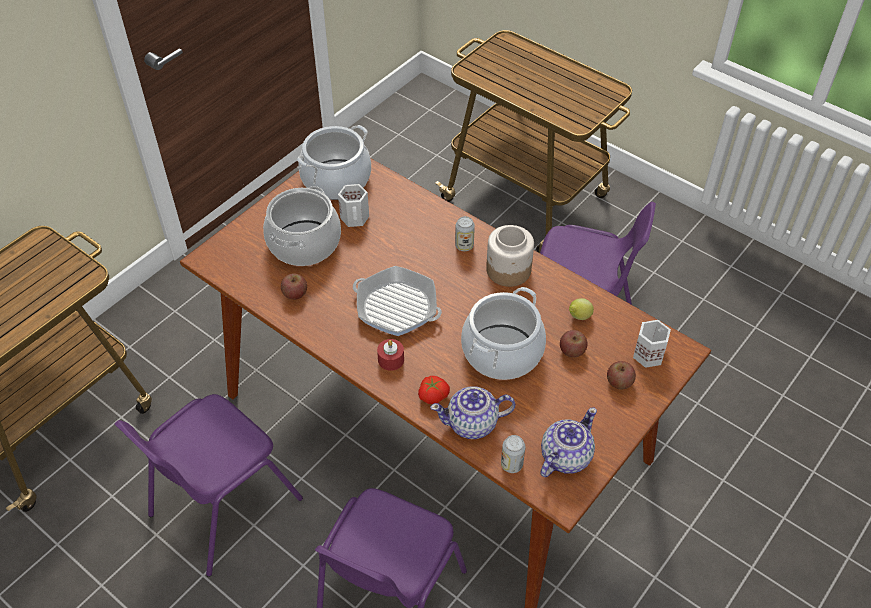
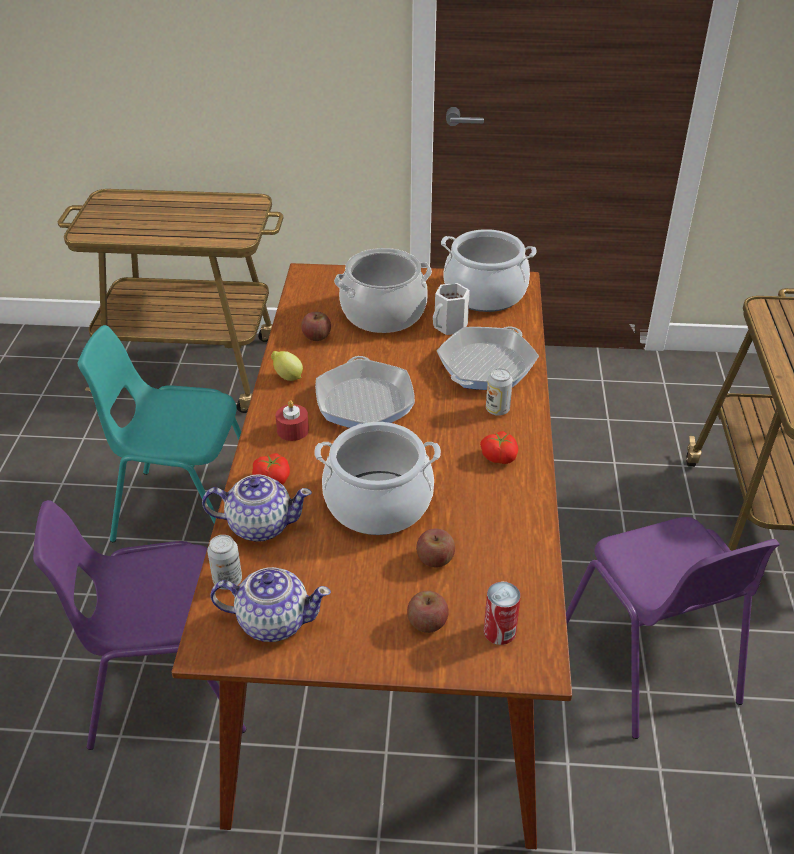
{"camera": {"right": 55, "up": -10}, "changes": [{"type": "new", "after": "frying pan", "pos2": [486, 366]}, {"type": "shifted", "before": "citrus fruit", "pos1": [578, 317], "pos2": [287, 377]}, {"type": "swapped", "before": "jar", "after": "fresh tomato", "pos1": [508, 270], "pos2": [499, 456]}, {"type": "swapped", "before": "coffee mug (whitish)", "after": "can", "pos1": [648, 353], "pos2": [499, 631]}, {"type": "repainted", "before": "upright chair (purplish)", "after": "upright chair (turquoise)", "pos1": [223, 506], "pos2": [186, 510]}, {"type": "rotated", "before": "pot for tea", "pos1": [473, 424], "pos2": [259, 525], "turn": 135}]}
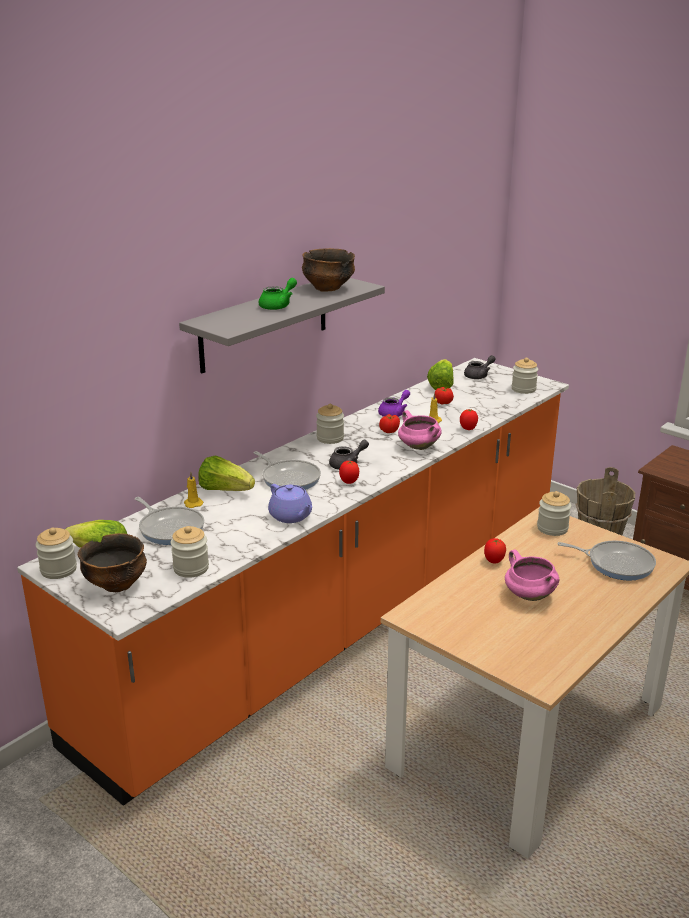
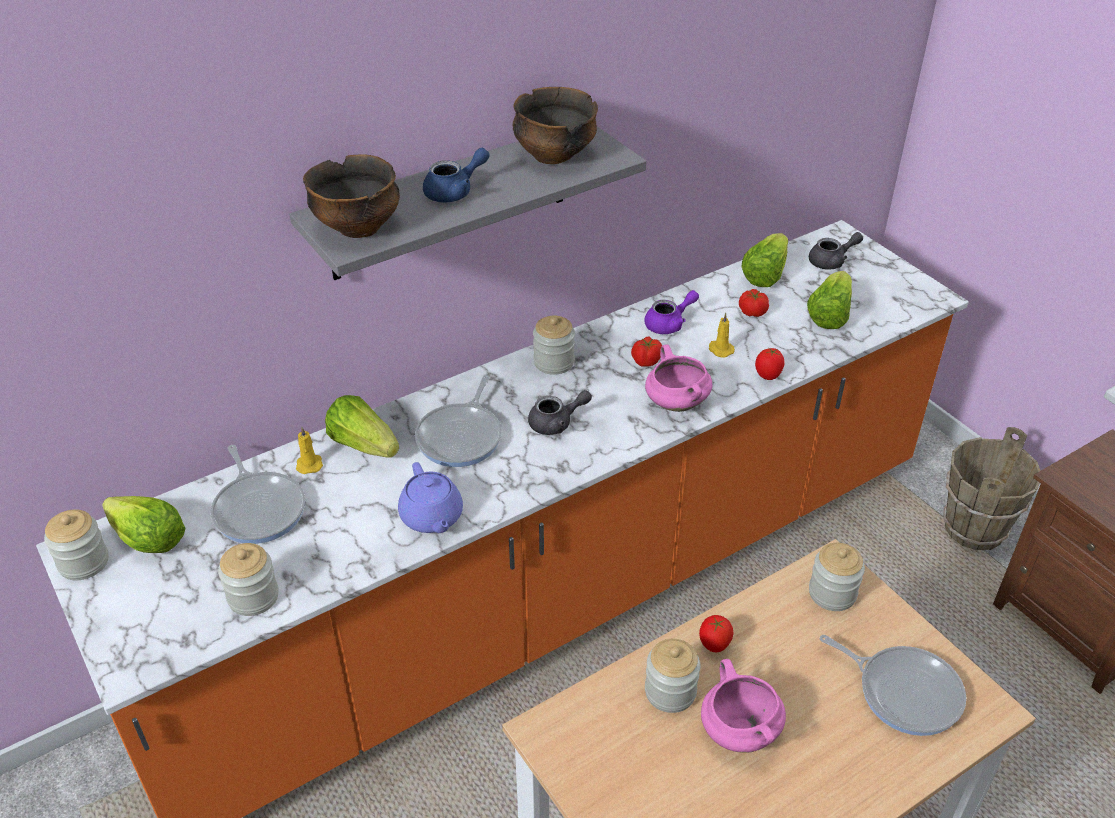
{"camera": {"right": 15, "up": 15}, "changes": [{"type": "gone", "before": "fresh tomato", "pos1": [349, 482]}, {"type": "new", "after": "lettuce", "pos2": [829, 315]}, {"type": "shifted", "before": "bowl", "pos1": [116, 584], "pos2": [358, 227]}, {"type": "shifted", "before": "jar", "pos1": [523, 389], "pos2": [670, 691]}, {"type": "repainted", "before": "pot for tea (green)", "after": "pot for tea (bluish)", "pos1": [278, 306], "pos2": [455, 192]}, {"type": "rotated", "before": "frying pan", "pos1": [289, 478], "pos2": [461, 436], "turn": 45}]}
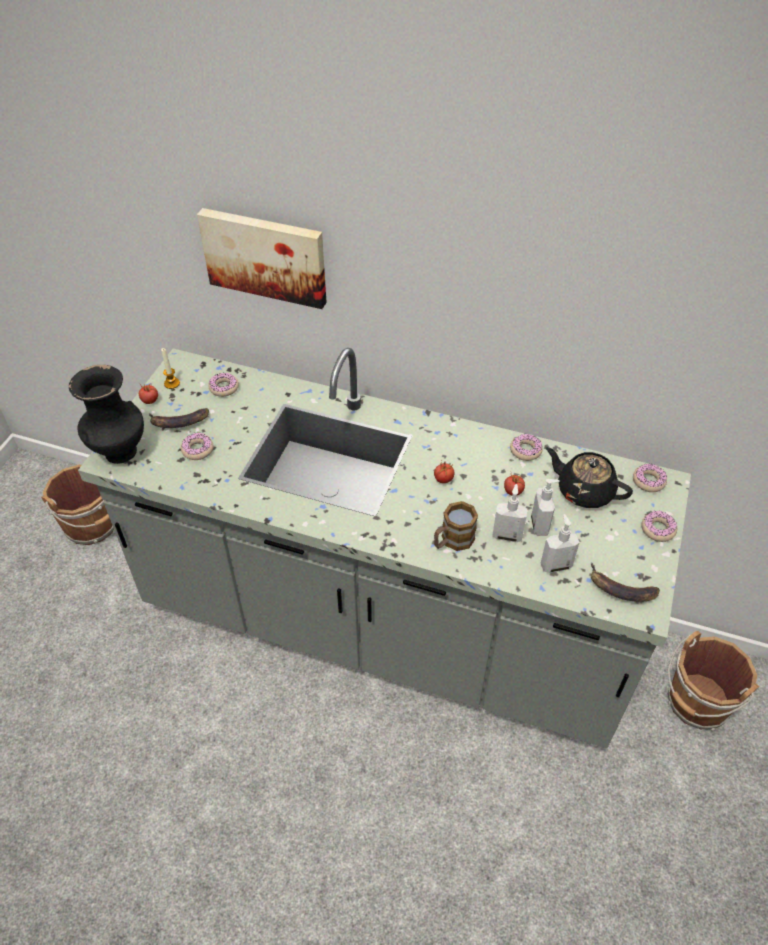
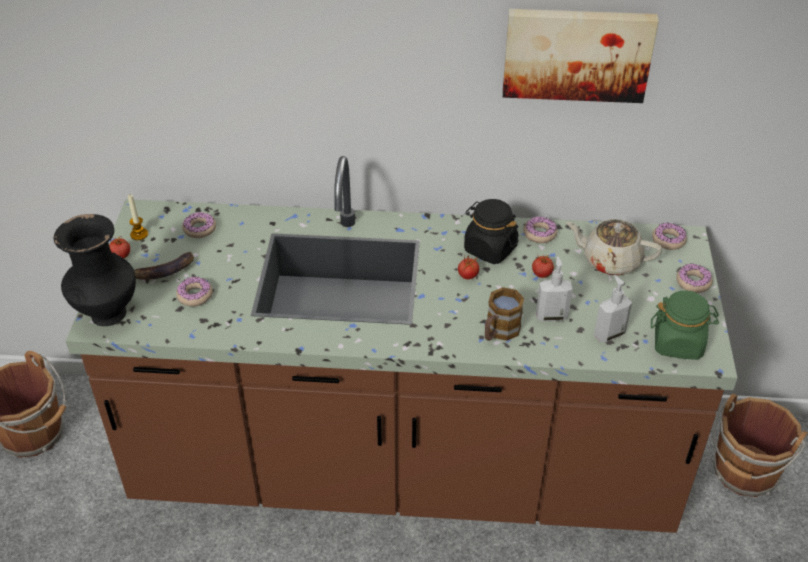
{"camera": {"right": -15, "up": -5}, "changes": [{"type": "gone", "before": "soap bottle", "pos1": [540, 525]}, {"type": "new", "after": "jar (blackish)", "pos2": [490, 249]}, {"type": "shifted", "before": "wall art", "pos1": [265, 256], "pos2": [577, 53]}, {"type": "swapped", "before": "whole banana", "after": "jar (green)", "pos1": [620, 589], "pos2": [678, 343]}, {"type": "repainted", "before": "kitchen base unit (grey)", "after": "kitchen base unit (brown)", "pos1": [384, 626], "pos2": [404, 469]}, {"type": "repainted", "before": "pot for tea (blackish)", "after": "pot for tea (sand-coloured)", "pos1": [583, 491], "pos2": [610, 260]}]}
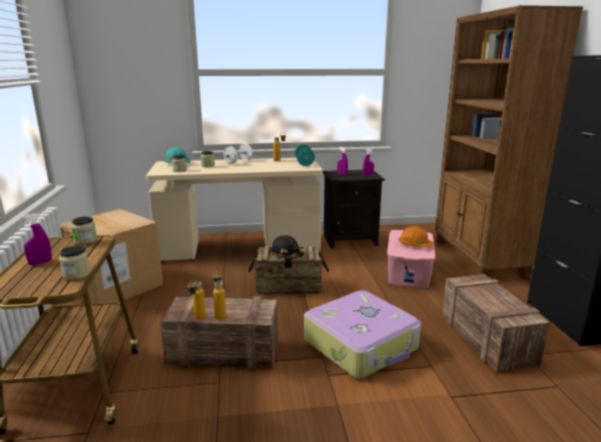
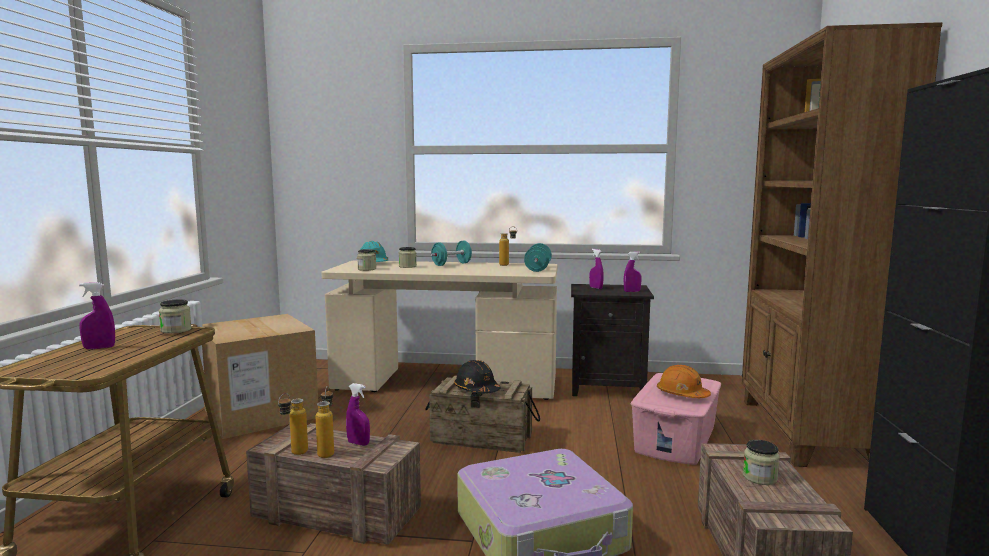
{"camera": {"right": 15, "up": -10}, "changes": [{"type": "new", "after": "sprayer (purplish)", "pos2": [358, 443]}, {"type": "shifted", "before": "jar", "pos1": [76, 274], "pos2": [760, 477]}, {"type": "repainted", "before": "free weight (whitish)", "after": "free weight (turquoise)", "pos1": [238, 162], "pos2": [451, 264]}]}
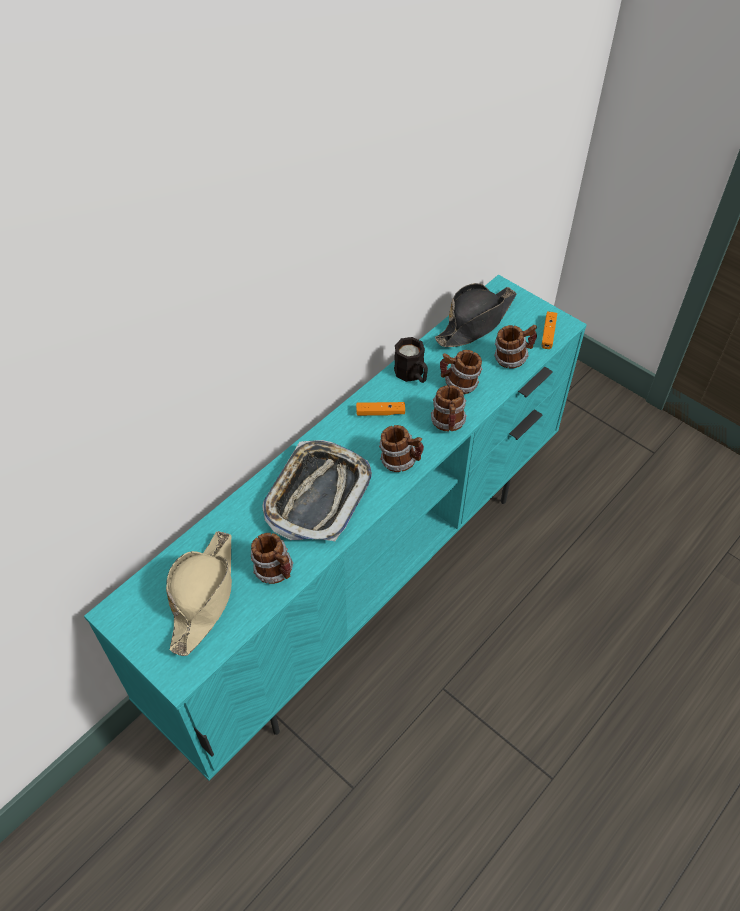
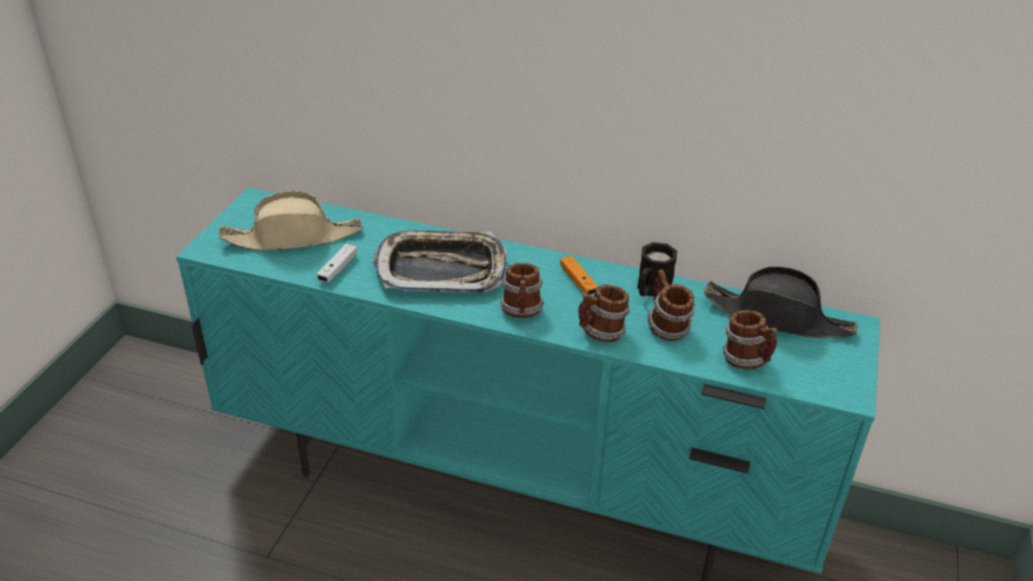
{"camera": {"right": 65, "up": -15}, "changes": [{"type": "gone", "before": "joypad (orange-coloured)", "pos1": [548, 334]}, {"type": "swapped", "before": "coffee mug", "after": "joypad (whitish)", "pos1": [275, 571], "pos2": [338, 269]}]}
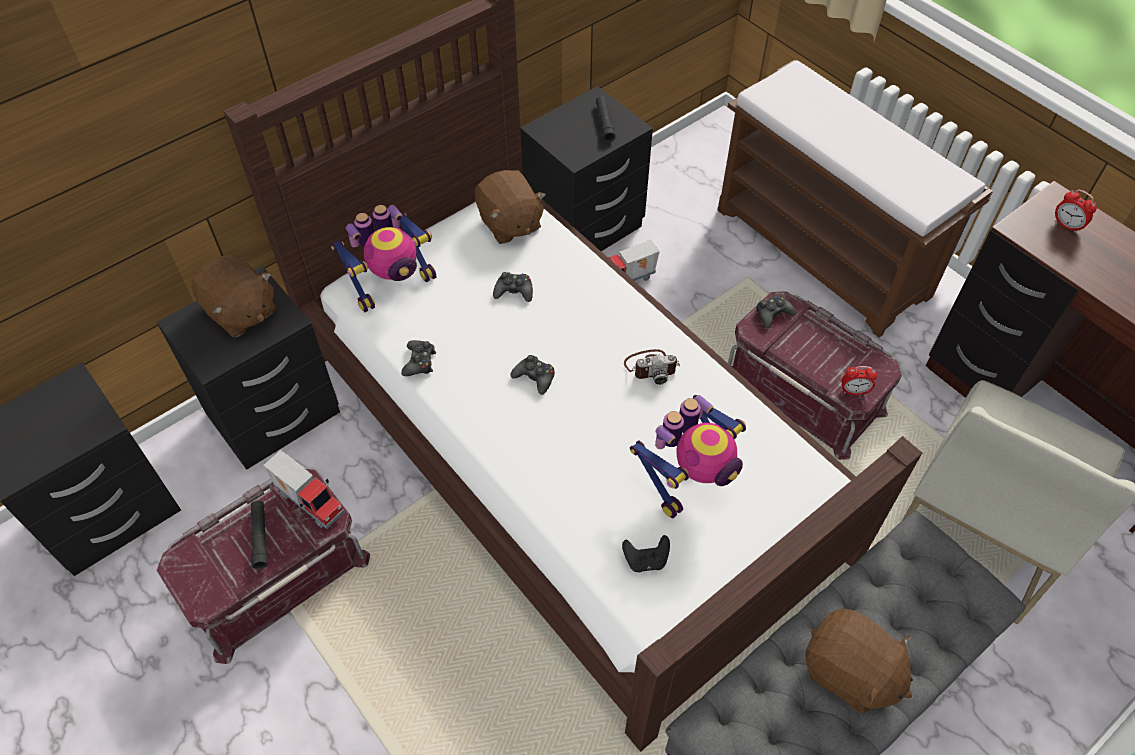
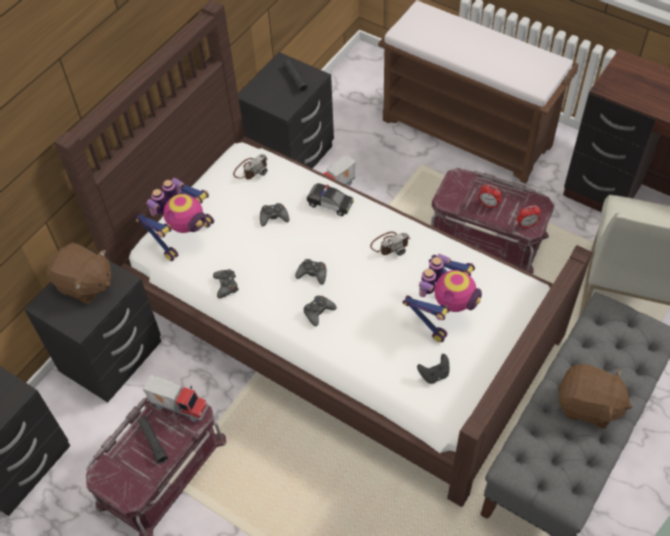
{"camera": {"right": -15, "up": 0}, "changes": [{"type": "new", "after": "toy car", "pos2": [330, 204]}, {"type": "shifted", "before": "joypad (blackish)", "pos1": [773, 314], "pos2": [318, 312]}, {"type": "shifted", "before": "alarm clock", "pos1": [1066, 225], "pos2": [488, 204]}, {"type": "swapped", "before": "soft toy (brown)", "after": "still camera", "pos1": [509, 224], "pos2": [251, 169]}]}
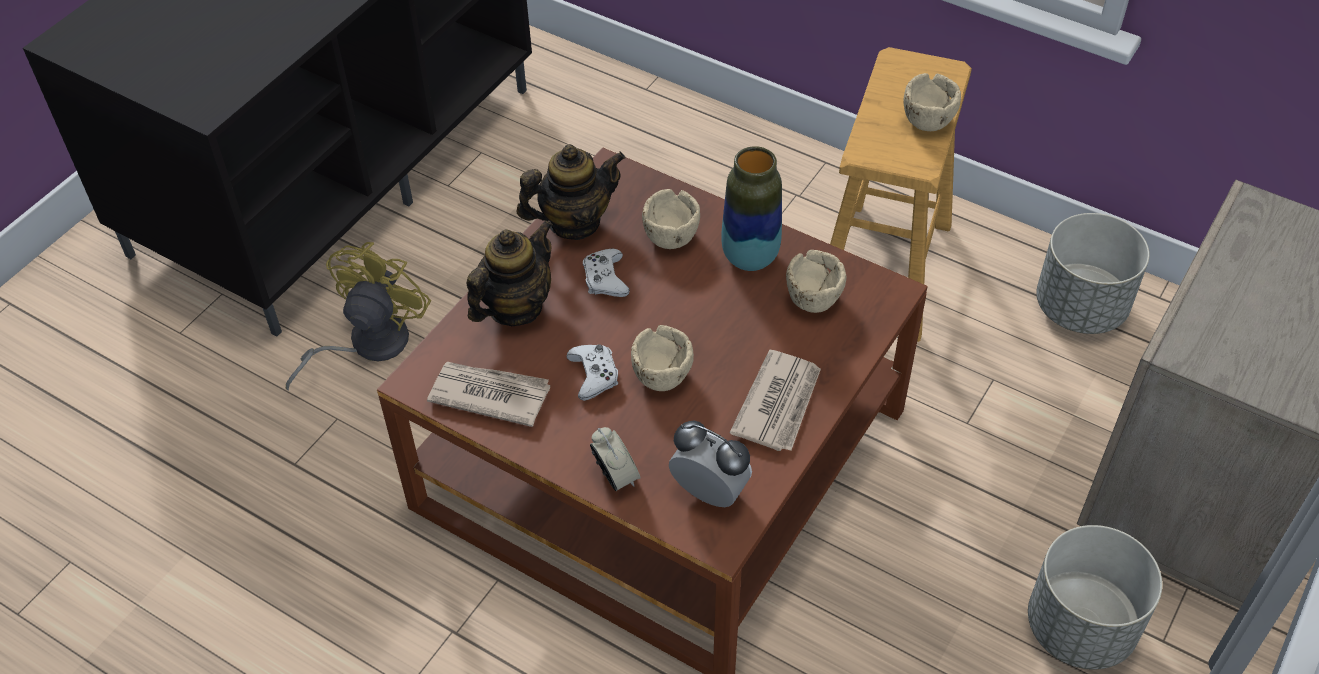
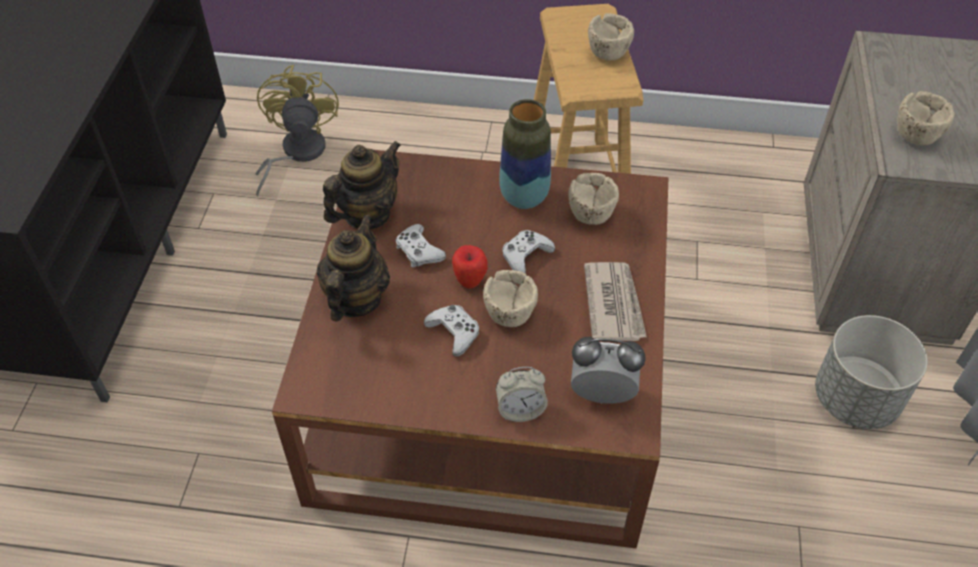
{"camera": {"right": -25, "up": 0}, "changes": [{"type": "gone", "before": "daily paper", "pos1": [489, 394]}, {"type": "gone", "before": "plant pot (grey)", "pos1": [1081, 307]}, {"type": "new", "after": "apple", "pos2": [470, 281]}, {"type": "new", "after": "joypad (whitish)", "pos2": [525, 255]}, {"type": "shifted", "before": "cooling fan (yellow-coloured)", "pos1": [367, 344], "pos2": [296, 153]}, {"type": "shifted", "before": "bowl (sand-coloured)", "pos1": [671, 237], "pos2": [916, 135]}, {"type": "rotated", "before": "alarm clock", "pos1": [615, 477], "pos2": [520, 410], "turn": 135}]}
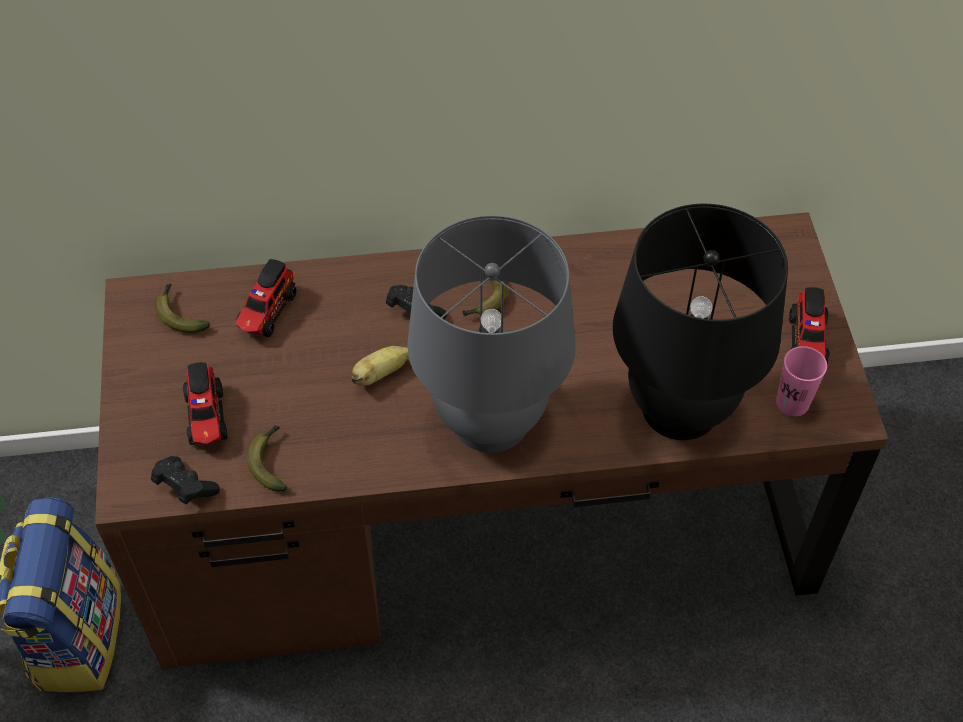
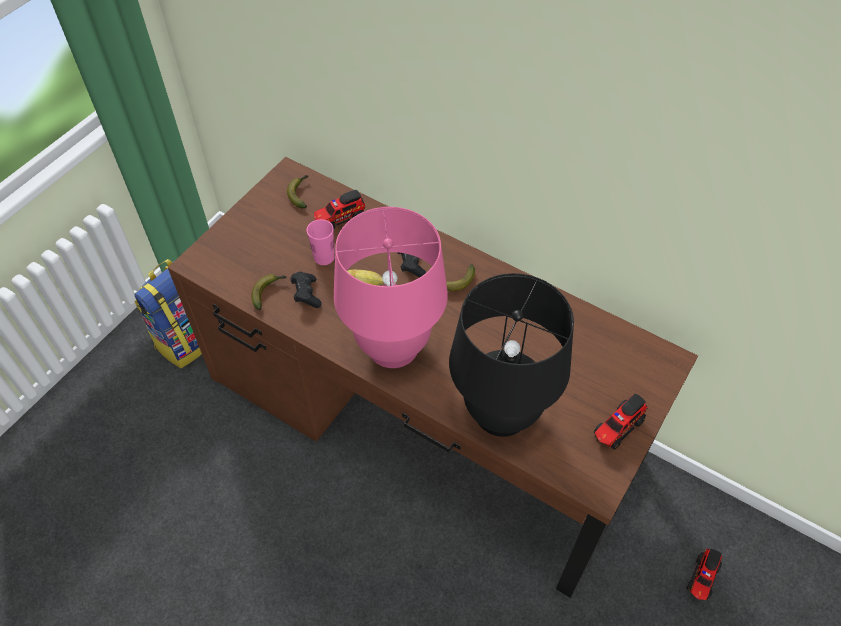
{"camera": {"right": 40, "up": 0}, "changes": [{"type": "shifted", "before": "joypad (blackish)", "pos1": [185, 487], "pos2": [306, 294]}, {"type": "shifted", "before": "toy truck", "pos1": [206, 418], "pos2": [702, 579]}, {"type": "shifted", "before": "cup (pink-coloured)", "pos1": [792, 402], "pos2": [324, 257]}, {"type": "repainted", "before": "tabletop lamp (grey)", "after": "tabletop lamp (pink-coloured)", "pos1": [490, 420], "pos2": [393, 346]}]}
